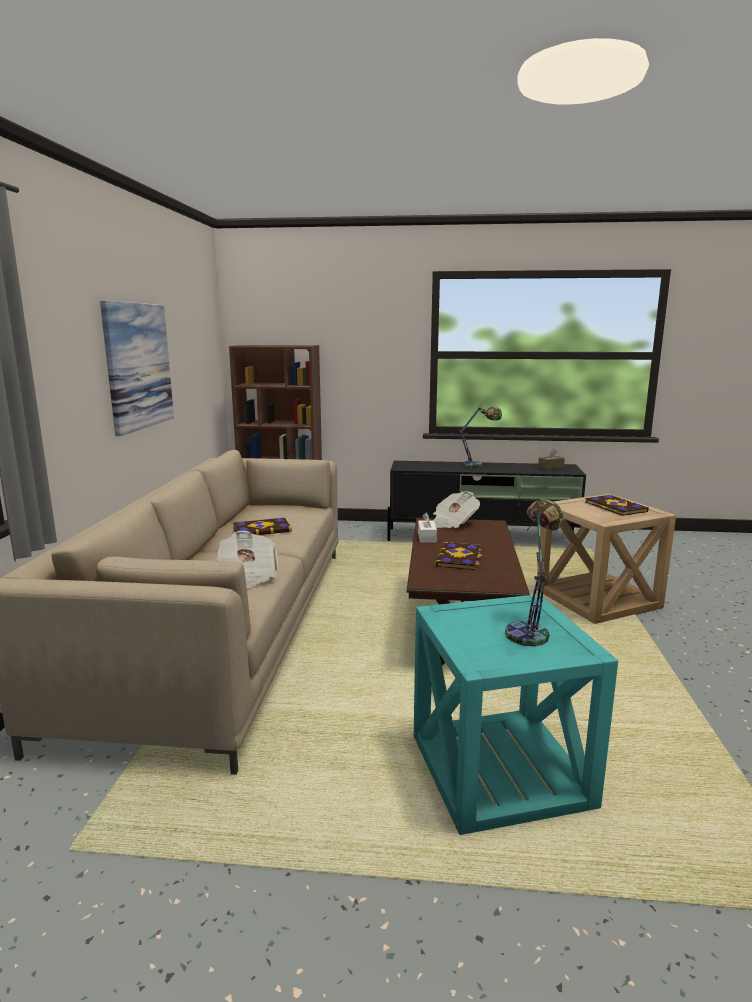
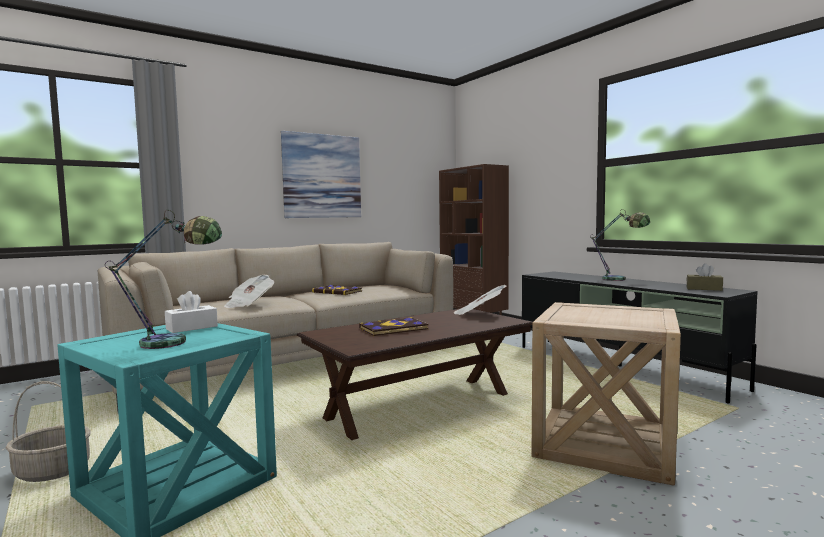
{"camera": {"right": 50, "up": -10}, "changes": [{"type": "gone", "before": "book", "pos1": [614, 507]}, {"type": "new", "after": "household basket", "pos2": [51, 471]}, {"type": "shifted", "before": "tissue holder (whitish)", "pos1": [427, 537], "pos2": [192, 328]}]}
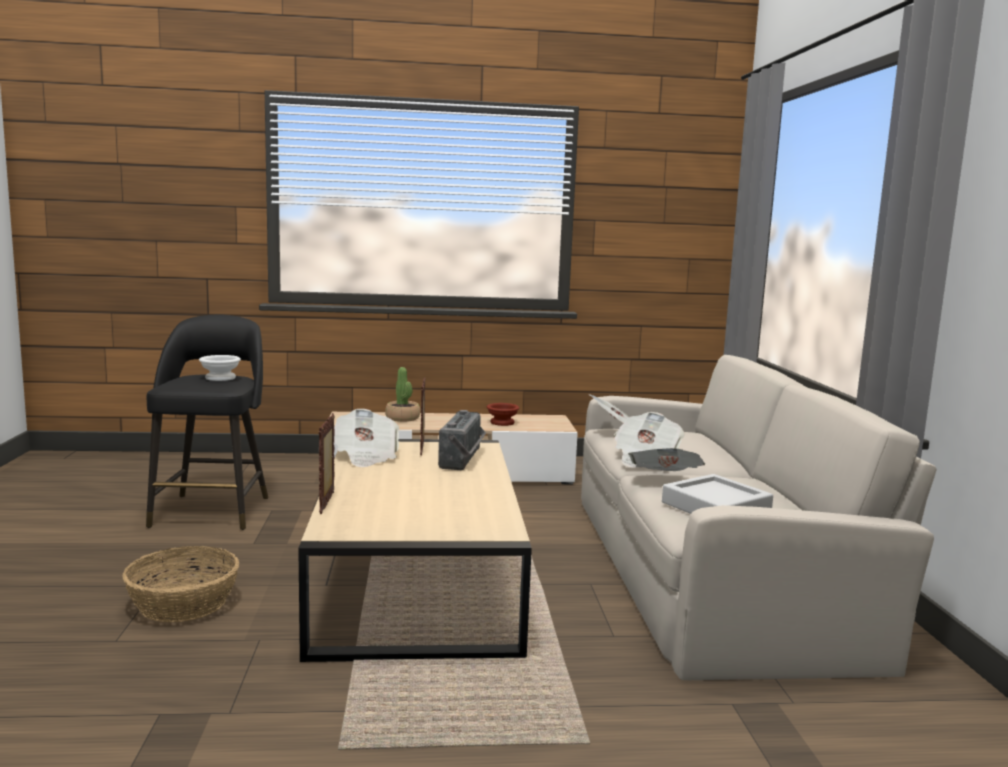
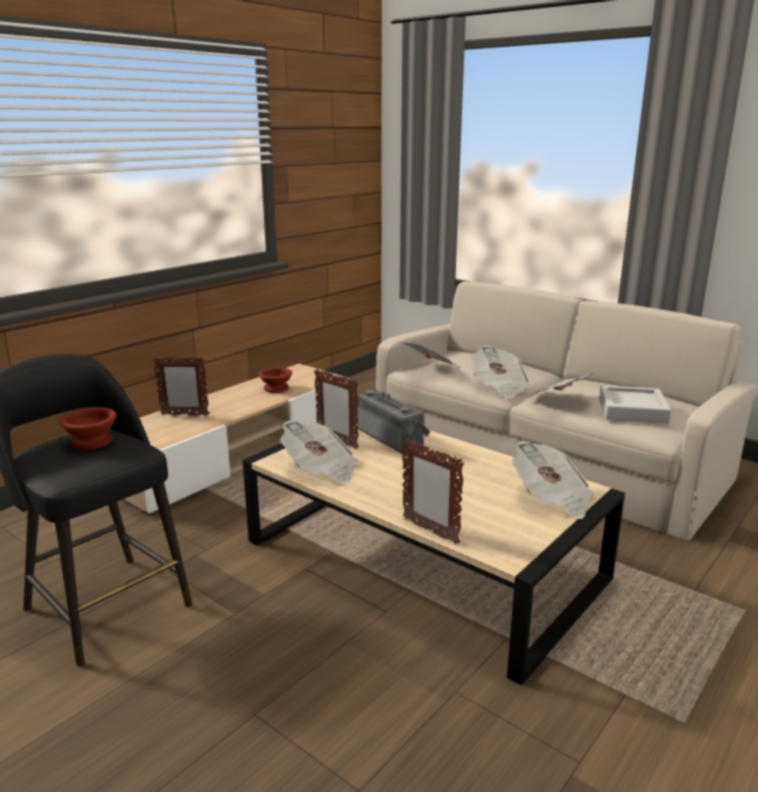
{"camera": {"right": -45, "up": 10}, "changes": [{"type": "gone", "before": "household basket", "pos1": [183, 603]}, {"type": "new", "after": "daily paper", "pos2": [552, 499]}, {"type": "swapped", "before": "potted plant", "after": "standing frame", "pos1": [402, 418], "pos2": [184, 415]}, {"type": "repainted", "before": "bowl (whitish)", "after": "bowl (brown)", "pos1": [220, 378], "pos2": [90, 441]}]}
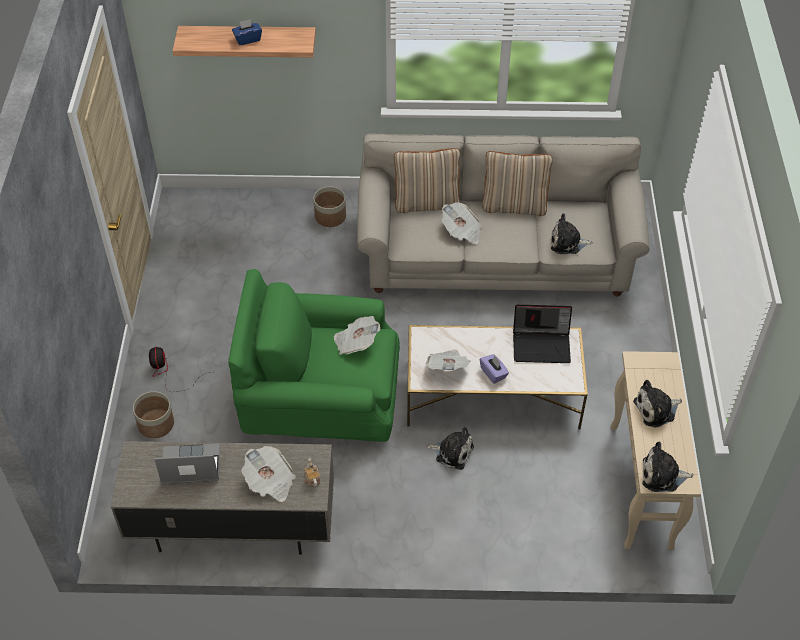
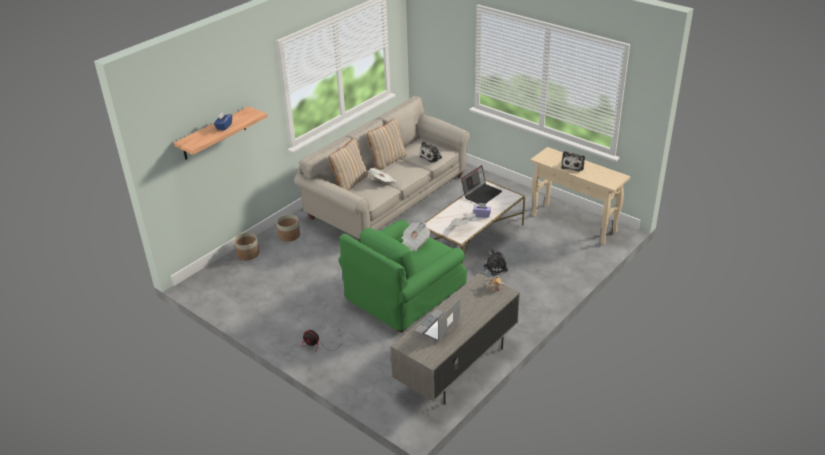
{"camera": {"right": -50, "up": -15}, "changes": [{"type": "gone", "before": "daily paper", "pos1": [270, 482]}, {"type": "gone", "before": "soft toy", "pos1": [662, 475]}, {"type": "shifted", "before": "plant pot", "pos1": [156, 424], "pos2": [248, 254]}]}
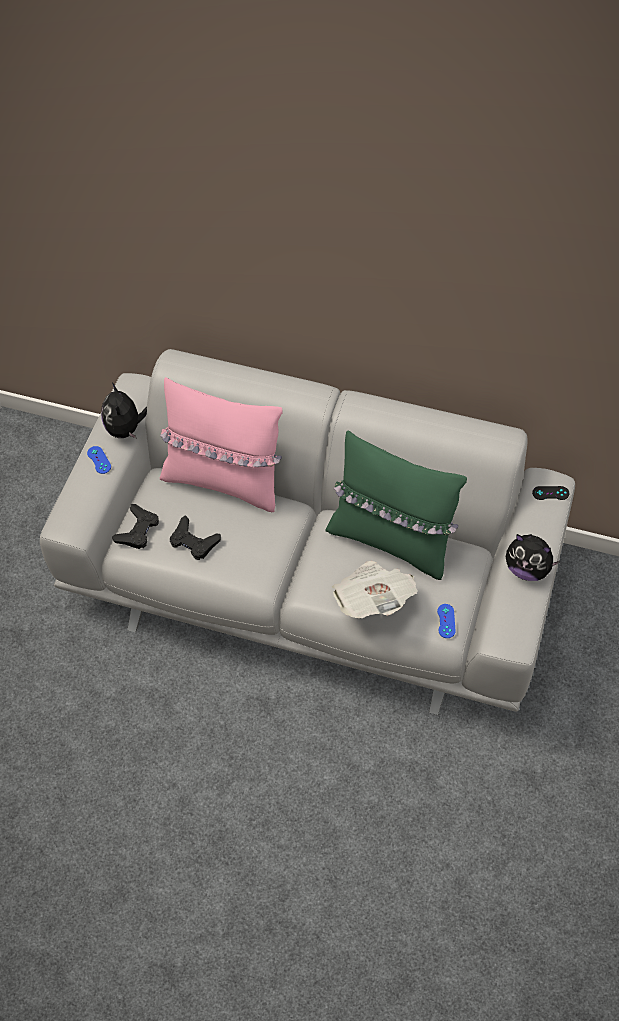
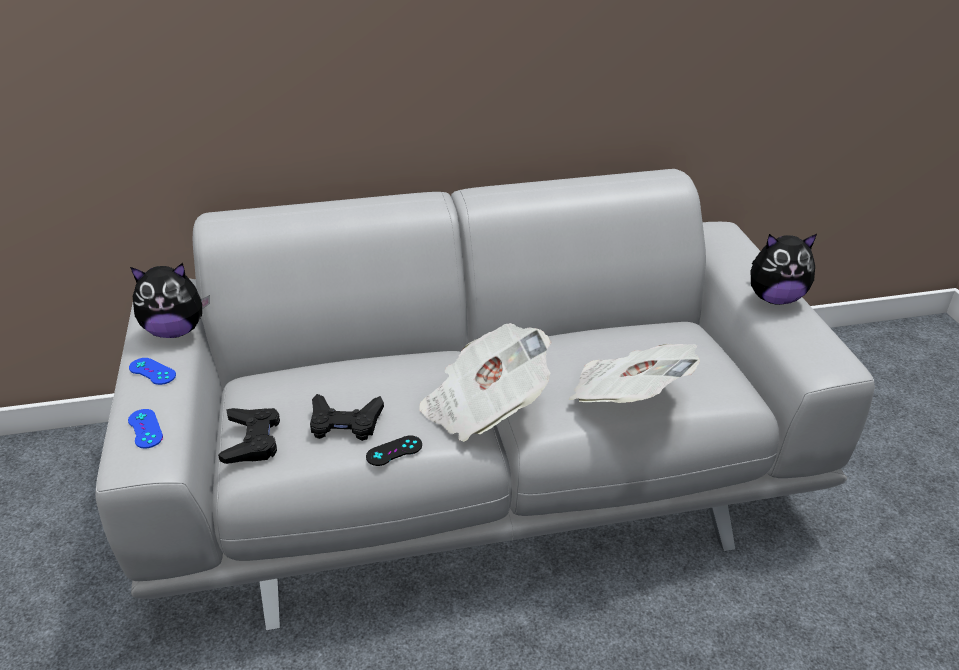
{"camera": {"right": -30, "up": -20}, "changes": [{"type": "gone", "before": "pillow (pink-coloured)", "pos1": [224, 481]}, {"type": "gone", "before": "pillow (green)", "pos1": [391, 540]}, {"type": "new", "after": "daily paper", "pos2": [484, 406]}, {"type": "shifted", "before": "joypad (bluish)", "pos1": [446, 621], "pos2": [145, 429]}, {"type": "shifted", "before": "joypad (blackish)", "pos1": [550, 493], "pos2": [394, 451]}, {"type": "rotated", "before": "soft toy", "pos1": [126, 429], "pos2": [175, 331], "turn": -60}]}
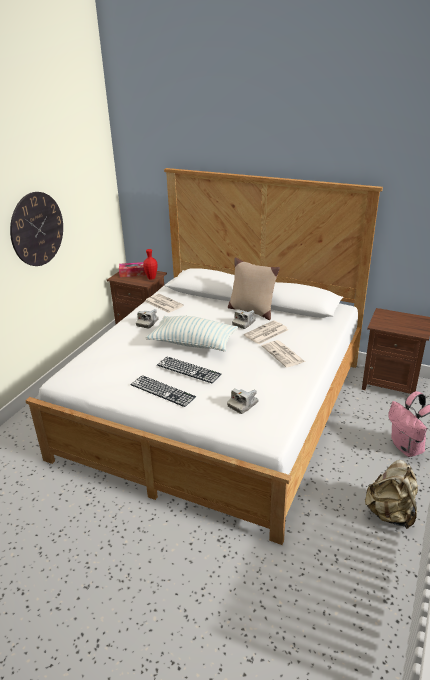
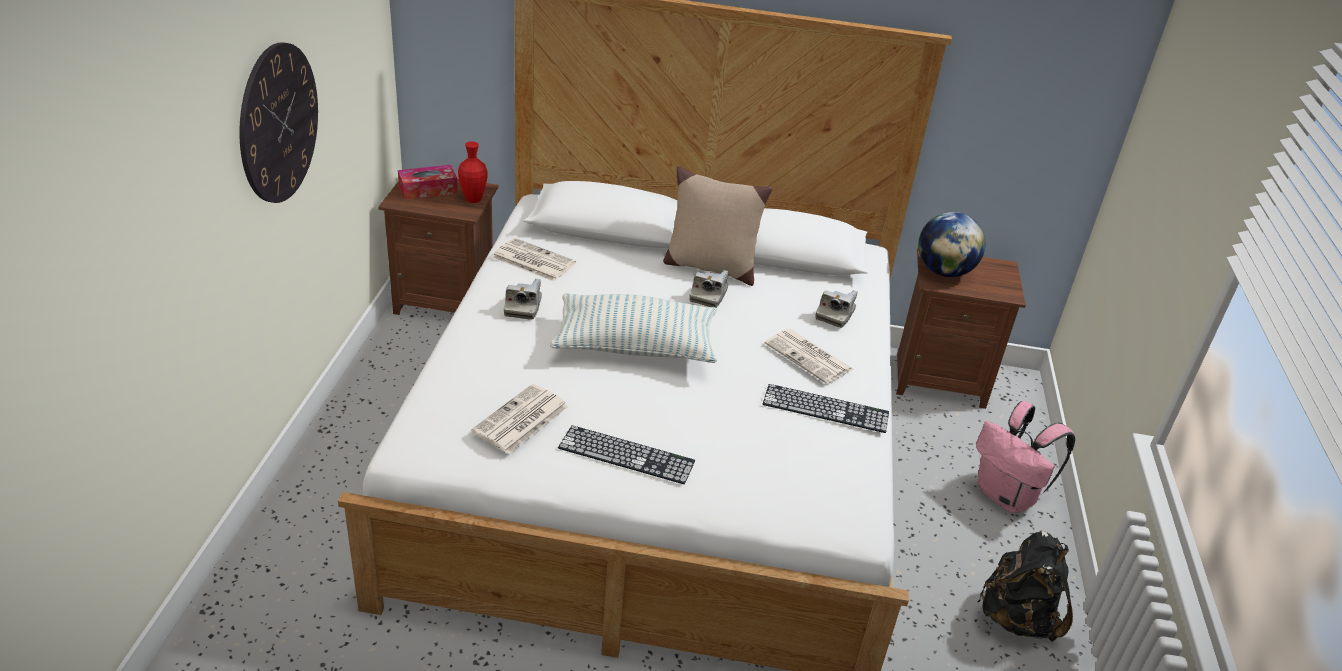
{"camera": {"right": -20, "up": 5}, "changes": [{"type": "new", "after": "desk globe", "pos2": [944, 271]}, {"type": "shifted", "before": "keyboard", "pos1": [188, 369], "pos2": [825, 408]}, {"type": "shifted", "before": "still camera", "pos1": [243, 405], "pos2": [835, 315]}, {"type": "shifted", "before": "daily paper", "pos1": [266, 333], "pos2": [520, 420]}, {"type": "repainted", "before": "backpack (sand-coloured)", "after": "backpack (blackish)", "pos1": [390, 513], "pos2": [1017, 618]}]}
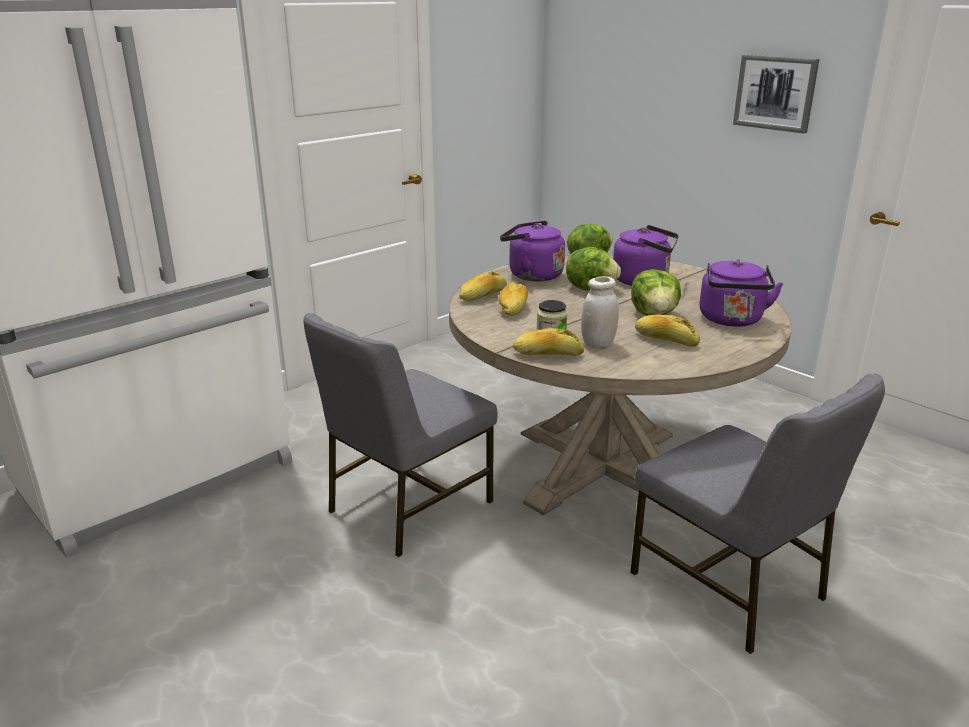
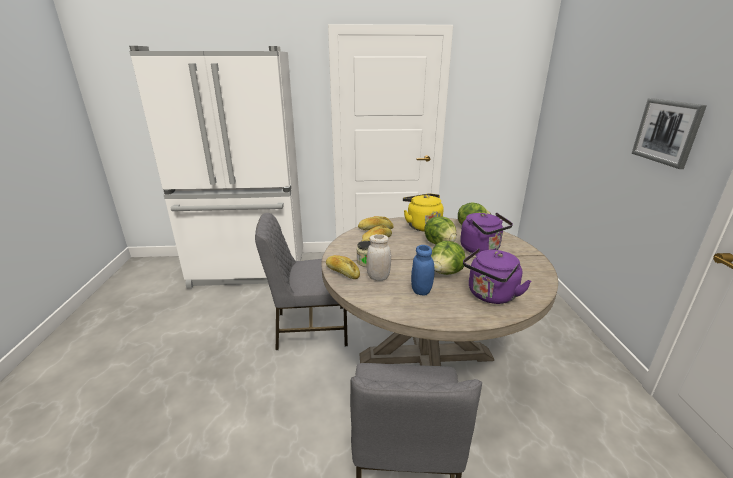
{"camera": {"right": 40, "up": 0}, "changes": [{"type": "swapped", "before": "bread", "after": "jar (bluish)", "pos1": [665, 340], "pos2": [421, 290]}, {"type": "repainted", "before": "water kettle (purplish)", "after": "water kettle (yellow-coloured)", "pos1": [532, 275], "pos2": [422, 226]}]}
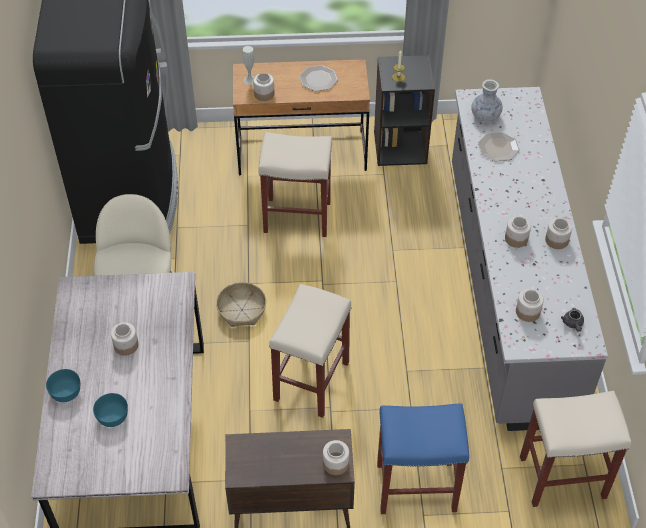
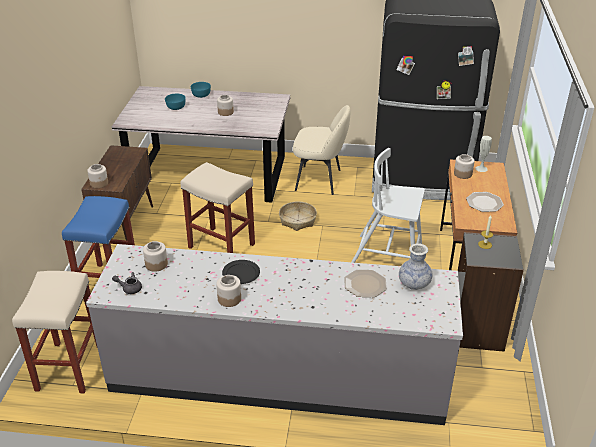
{"camera": {"right": 100, "up": -15}, "changes": [{"type": "swapped", "before": "stool seat (sand-coloured)", "after": "upright chair (whitish)", "pos1": [296, 217], "pos2": [388, 255]}, {"type": "swapped", "before": "jar", "after": "plate (blackish)", "pos1": [516, 238], "pos2": [241, 273]}]}
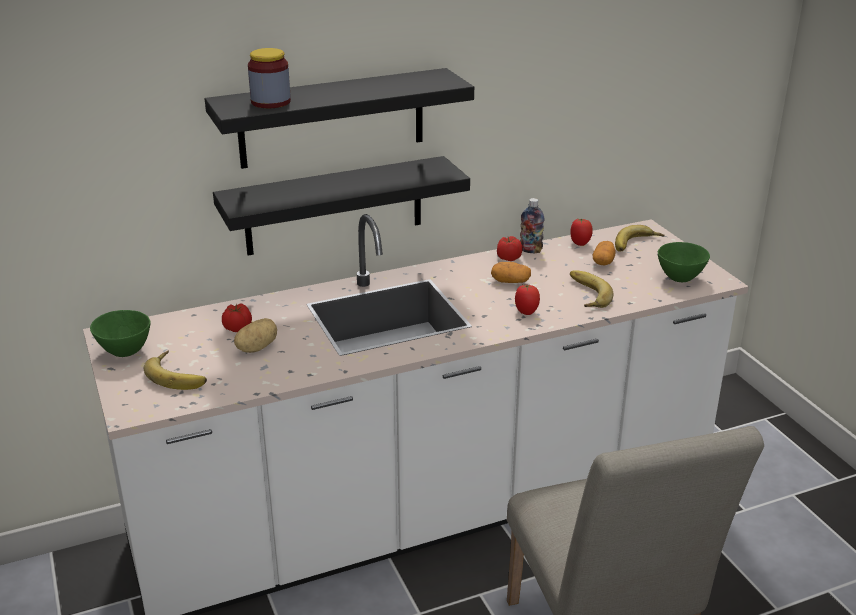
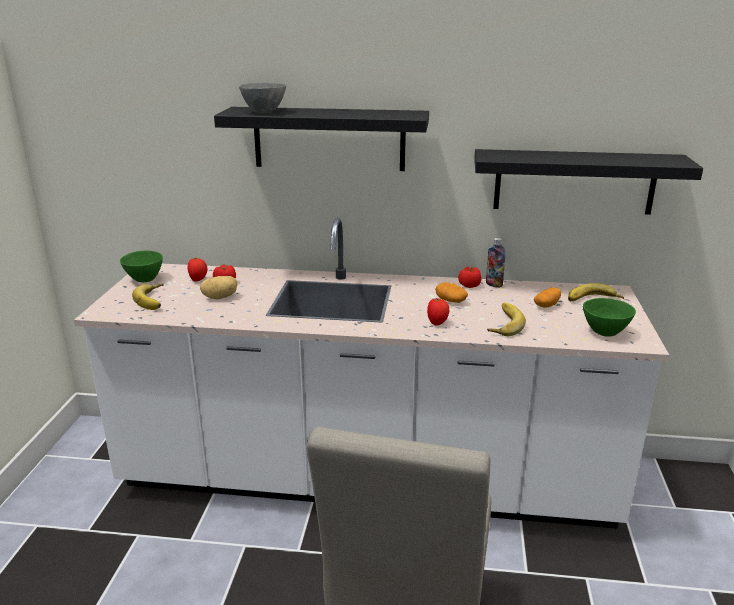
{"camera": {"right": 30, "up": -5}, "changes": [{"type": "shifted", "before": "bracket shelf (blackish)", "pos1": [334, 206], "pos2": [574, 182]}, {"type": "shifted", "before": "fresh tomato", "pos1": [580, 243], "pos2": [198, 280]}, {"type": "swapped", "before": "jar", "after": "bowl (grey)", "pos1": [271, 102], "pos2": [264, 112]}]}
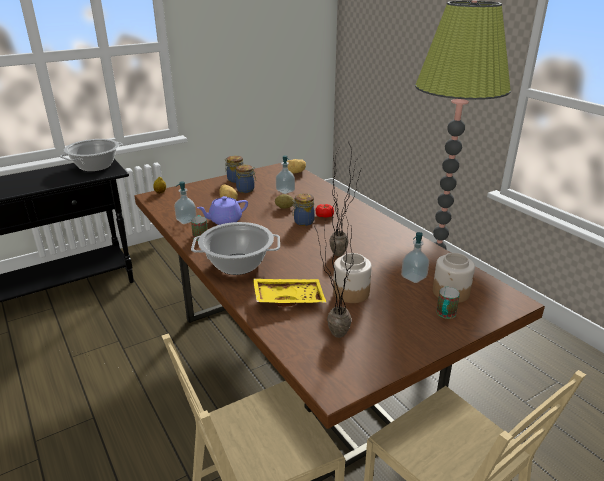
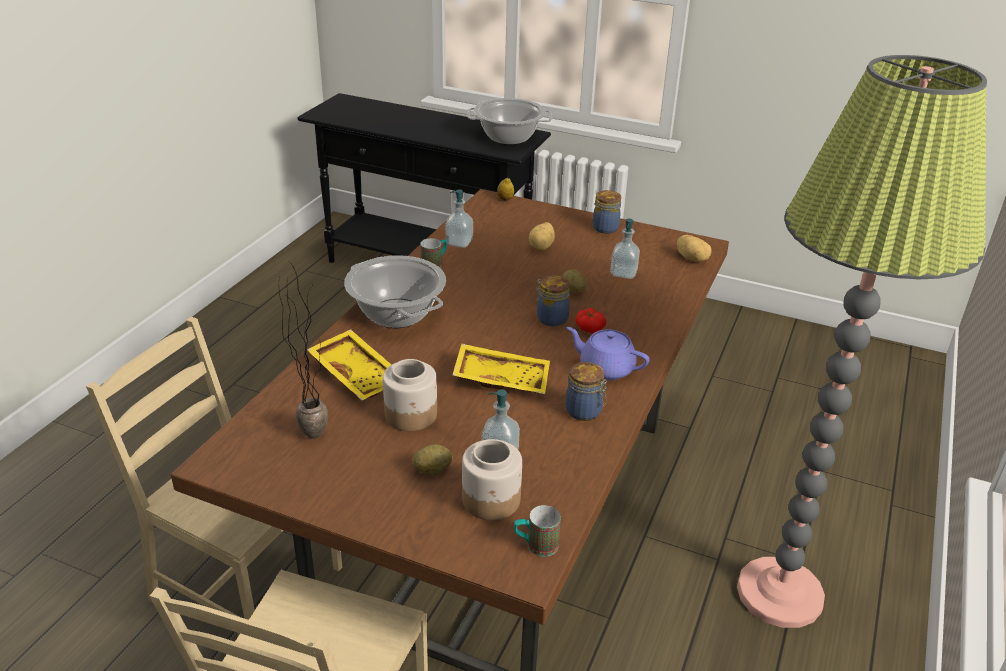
{"camera": {"right": 55, "up": 5}, "changes": [{"type": "new", "after": "spud", "pos2": [432, 470]}, {"type": "shifted", "before": "pot for tea (purplish)", "pos1": [224, 220], "pos2": [605, 368]}, {"type": "shifted", "before": "jar", "pos1": [246, 190], "pos2": [584, 411]}, {"type": "shifted", "before": "coffee mug", "pos1": [445, 315], "pos2": [535, 545]}, {"type": "swapped", "before": "potted plant", "after": "tray (yellow-coloured)", "pos1": [344, 253], "pos2": [502, 378]}]}
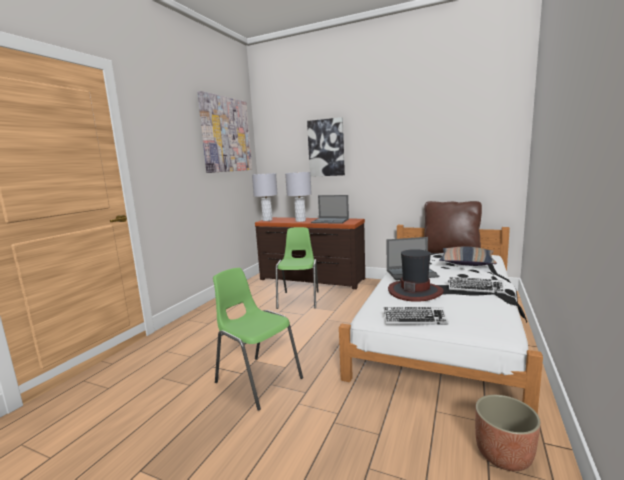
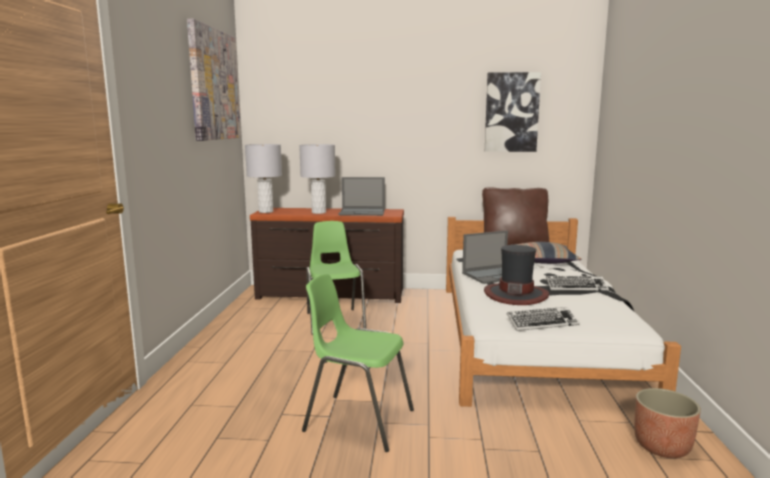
{"camera": {"right": -20, "up": 0}, "changes": [{"type": "shifted", "before": "wall art", "pos1": [326, 148], "pos2": [511, 112]}]}
